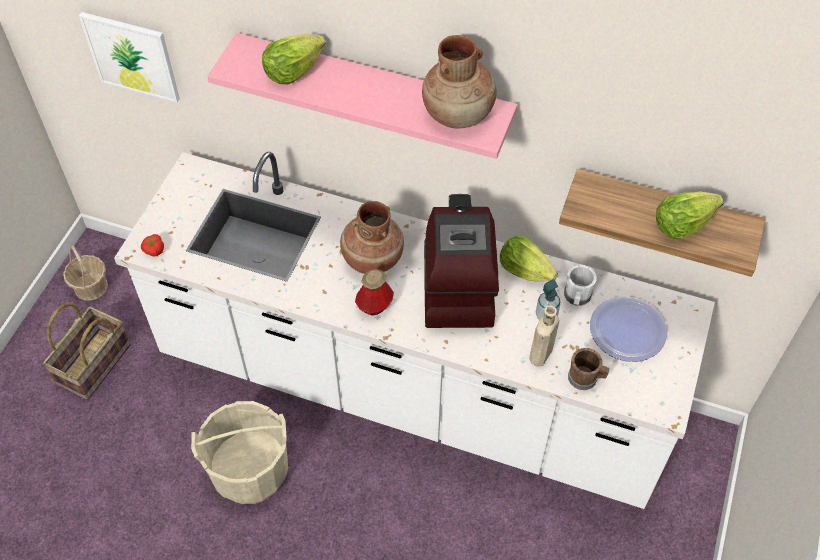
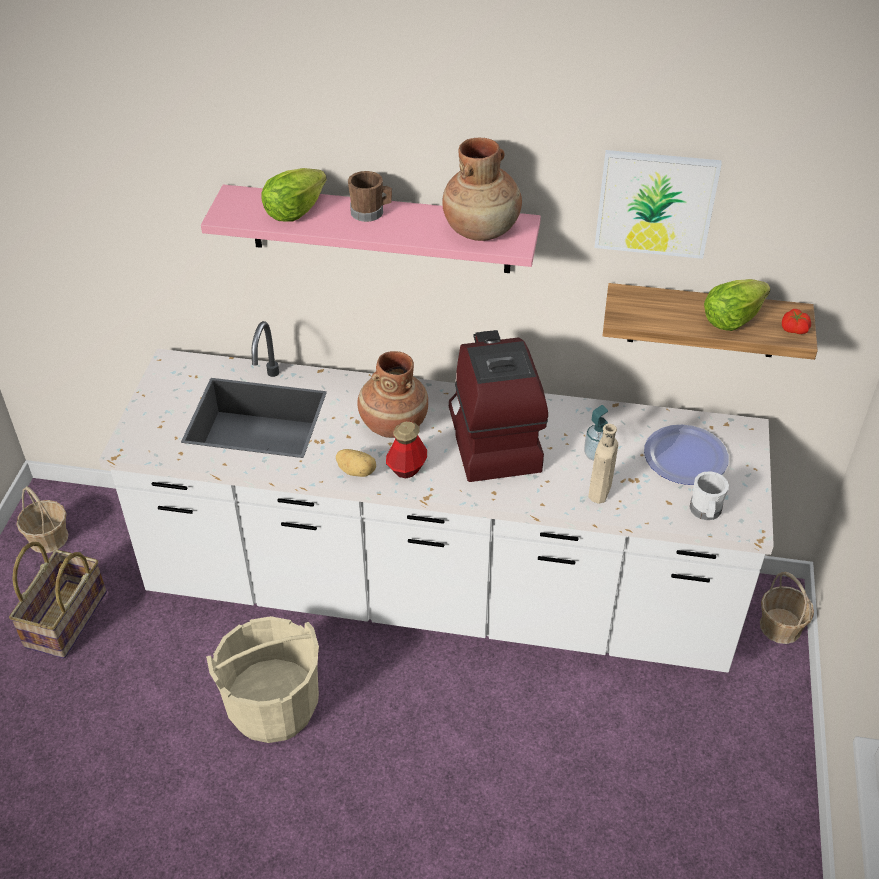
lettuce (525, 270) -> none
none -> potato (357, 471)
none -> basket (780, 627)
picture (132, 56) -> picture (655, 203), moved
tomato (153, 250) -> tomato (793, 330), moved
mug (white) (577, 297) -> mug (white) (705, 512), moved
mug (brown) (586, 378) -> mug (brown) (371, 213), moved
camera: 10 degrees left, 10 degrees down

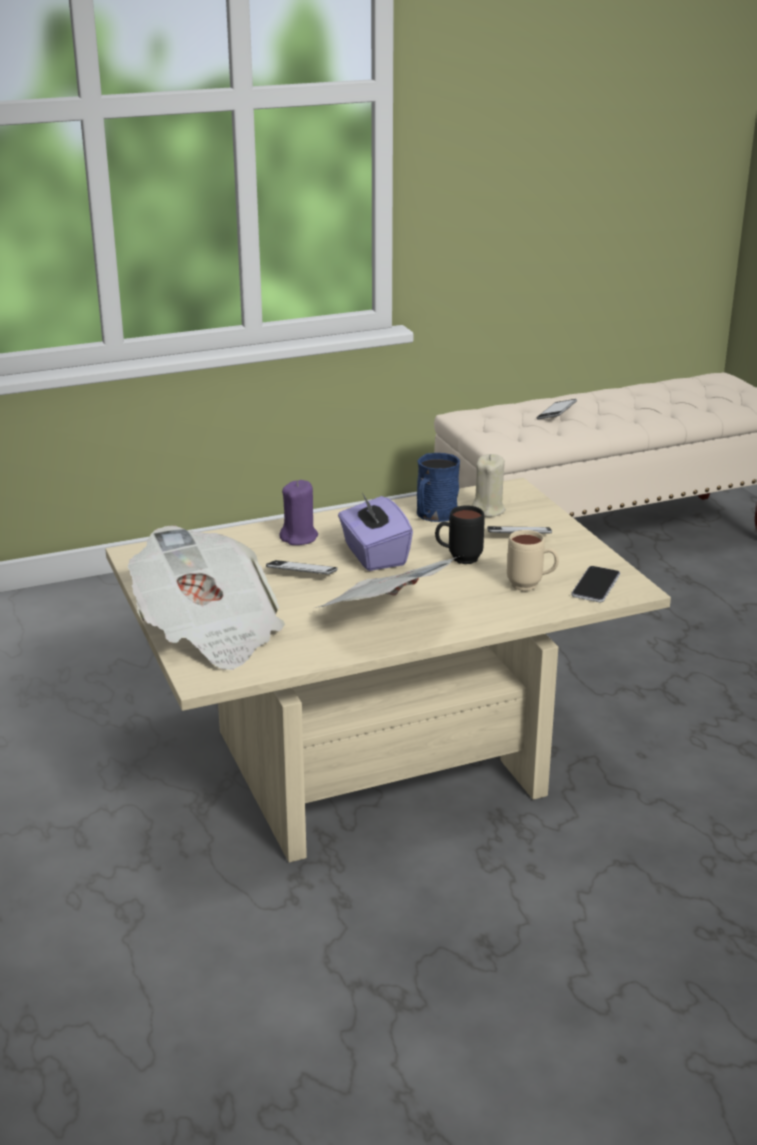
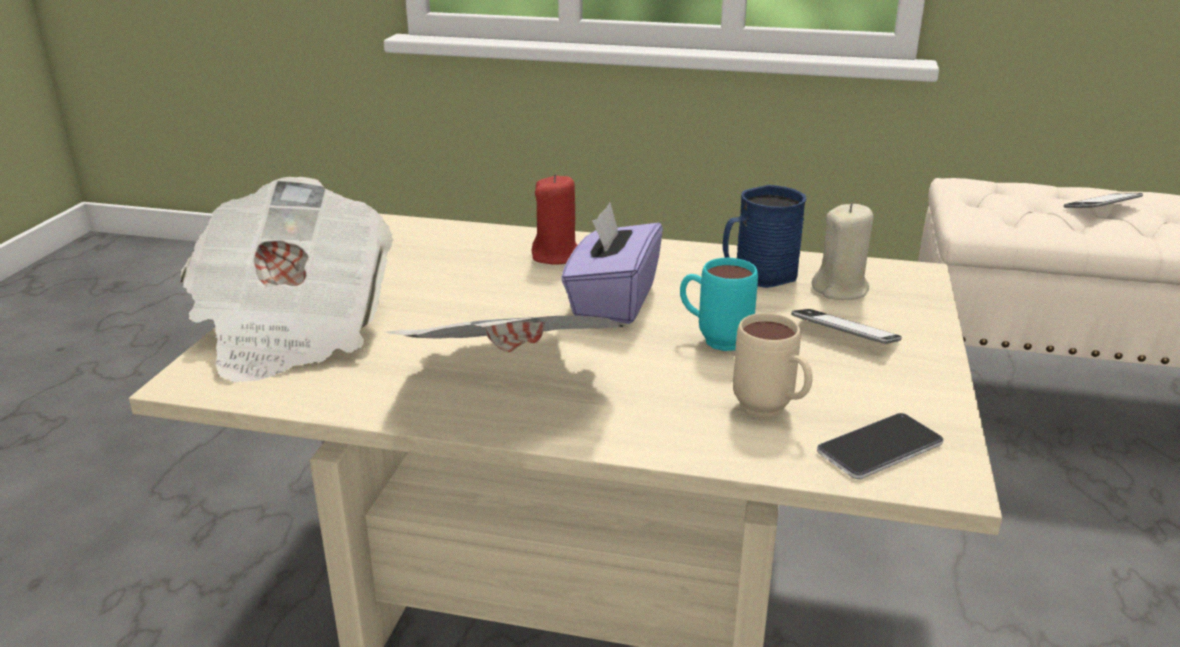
phone (302, 573) -> none
candle (purple) (299, 538) -> candle (red) (557, 256)
mug (black) (458, 559) -> mug (turquoise) (714, 340)
camera: 35 degrees right, 0 degrees up

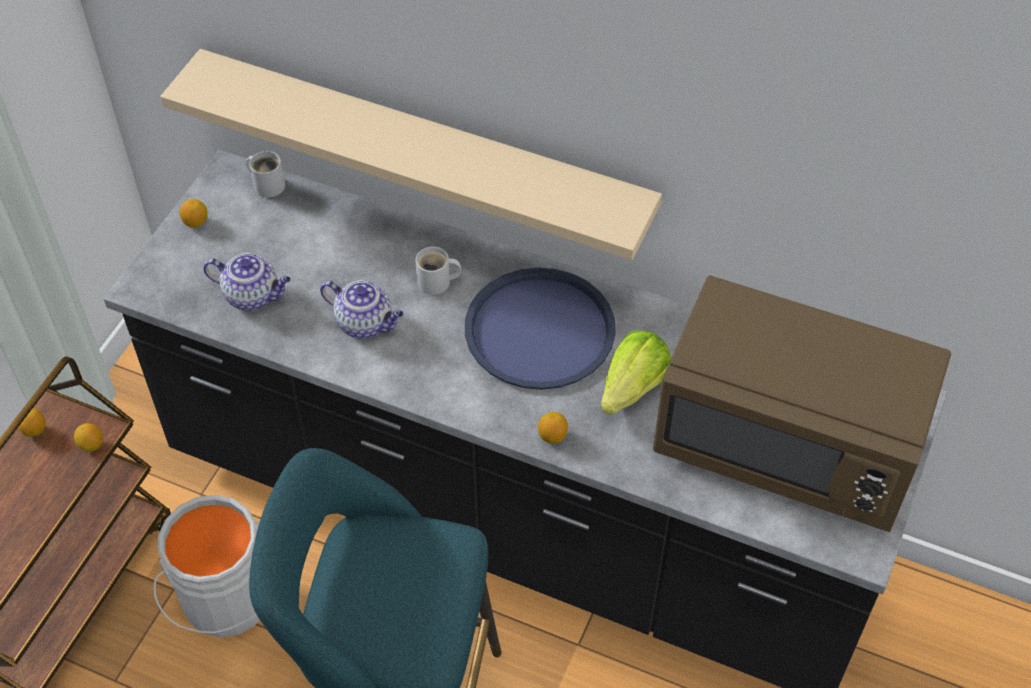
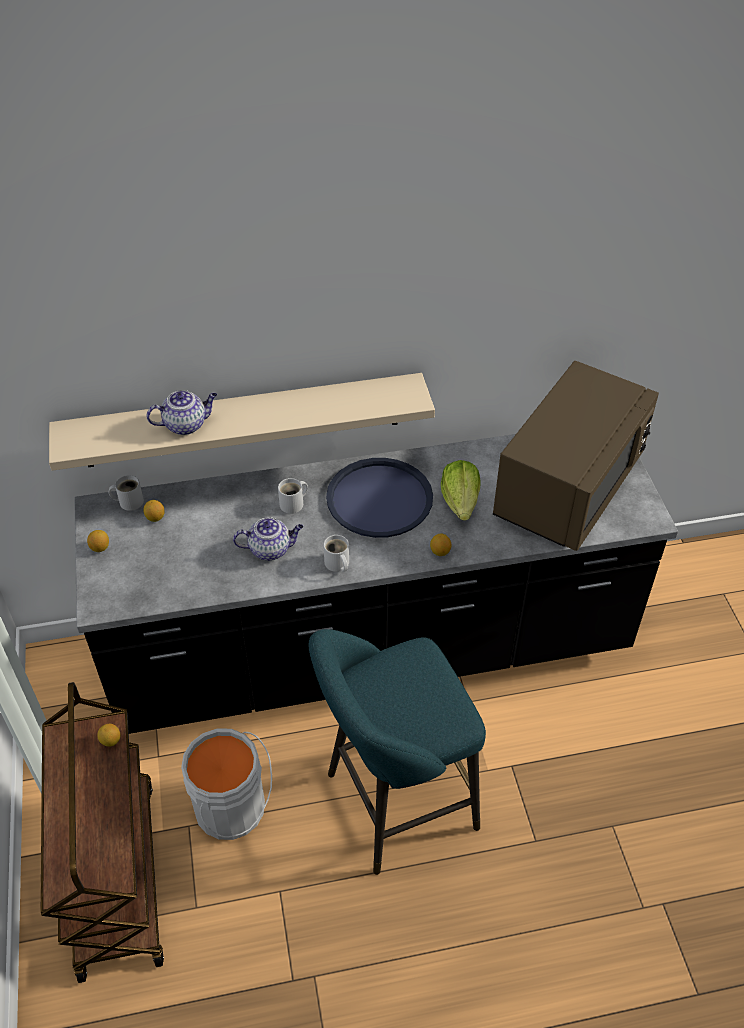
none -> mug (white) (337, 564)
lemon (34, 430) -> lemon (155, 517), moved
teapot (253, 295) -> teapot (186, 424), moved
microwave (brown) (788, 444) -> microwave (brown) (567, 487), 45 degrees counterclockwise
camera: 35 degrees left, 5 degrees down

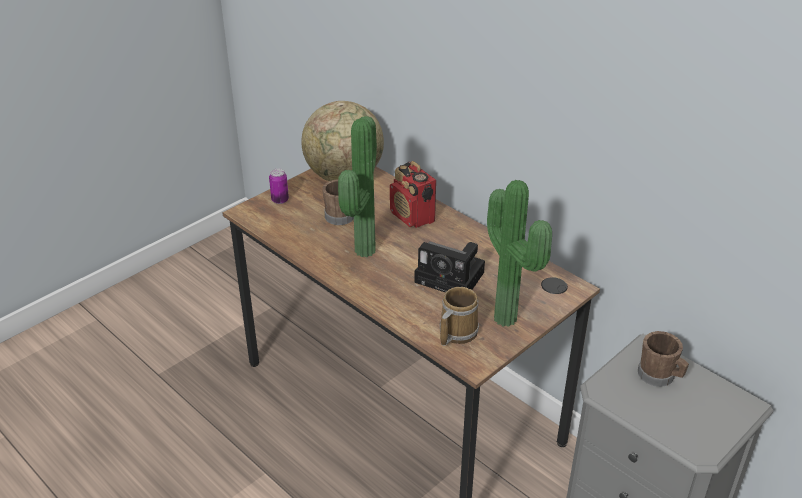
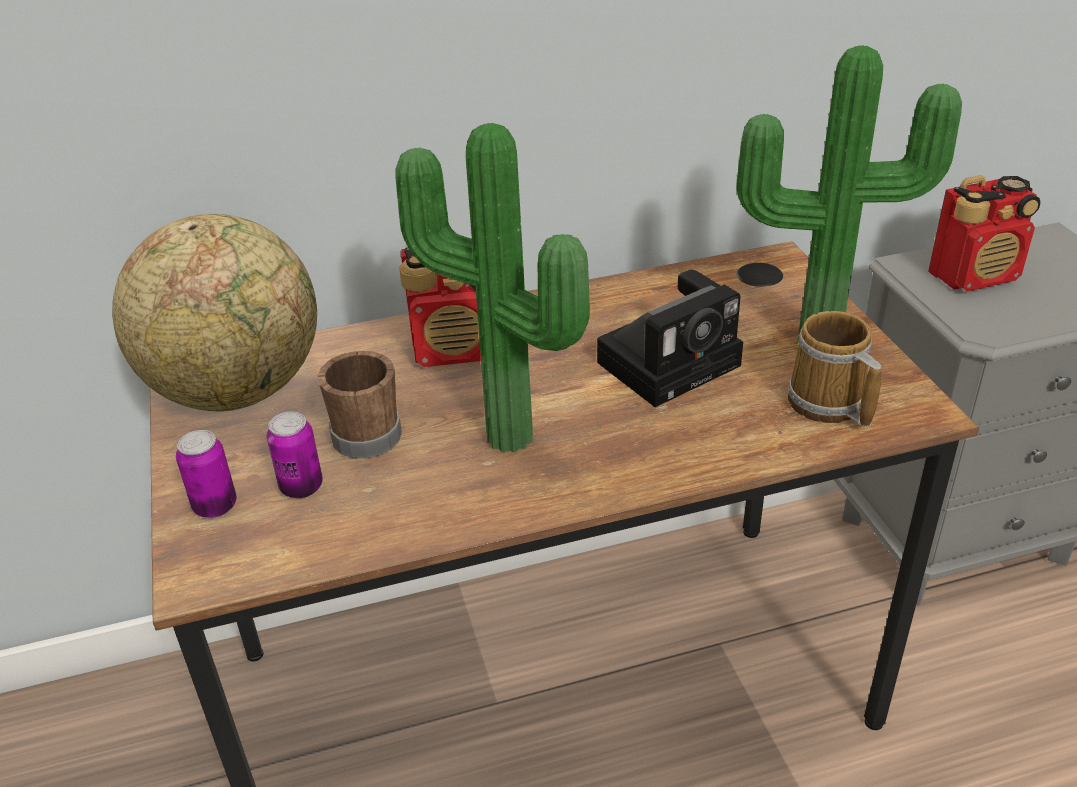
none -> can (301, 487)
mug (brown) (659, 376) -> radio (975, 276)
camera: 60 degrees left, 0 degrees up

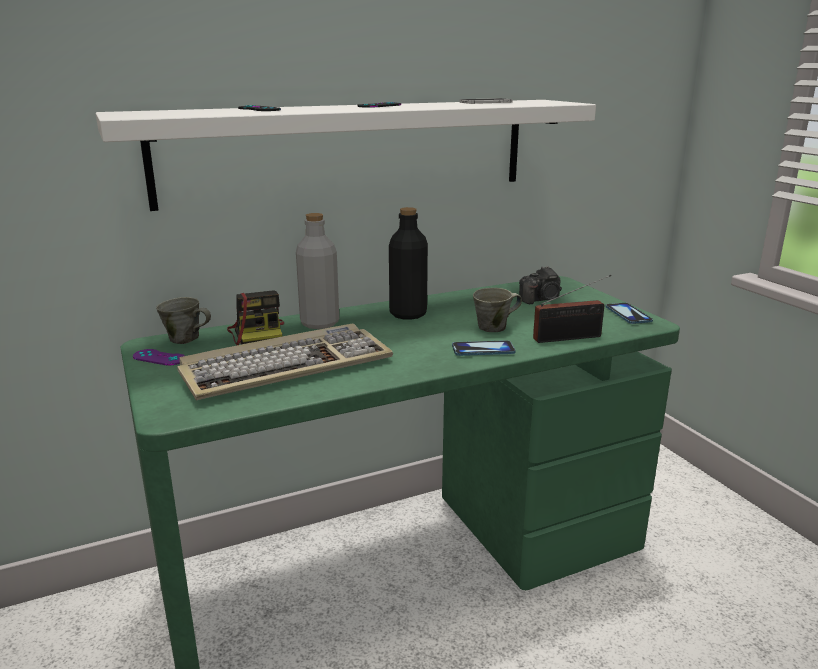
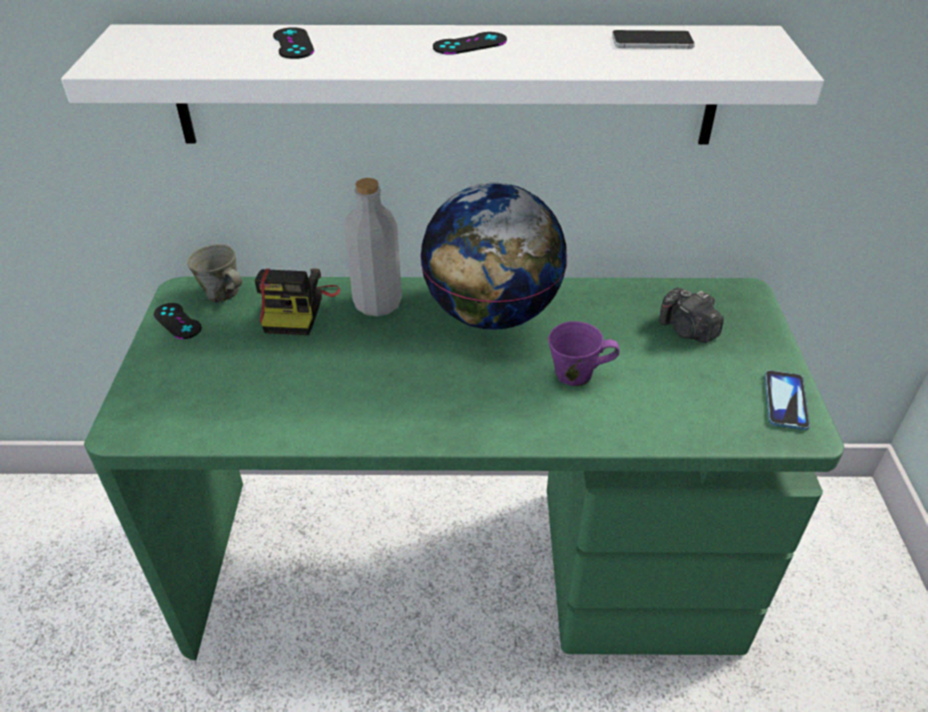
keyboard (287, 366) -> none
phone (483, 350) -> none
radio (571, 337) -> none
bottle (black) (408, 314) -> globe (491, 314)
game controller (purple) (159, 358) -> game controller (black) (177, 321)
mug (grey) (494, 327) -> mug (purple) (576, 374)
photo camera (541, 299) -> photo camera (687, 330), 45 degrees clockwise
camera: 25 degrees right, 20 degrees up

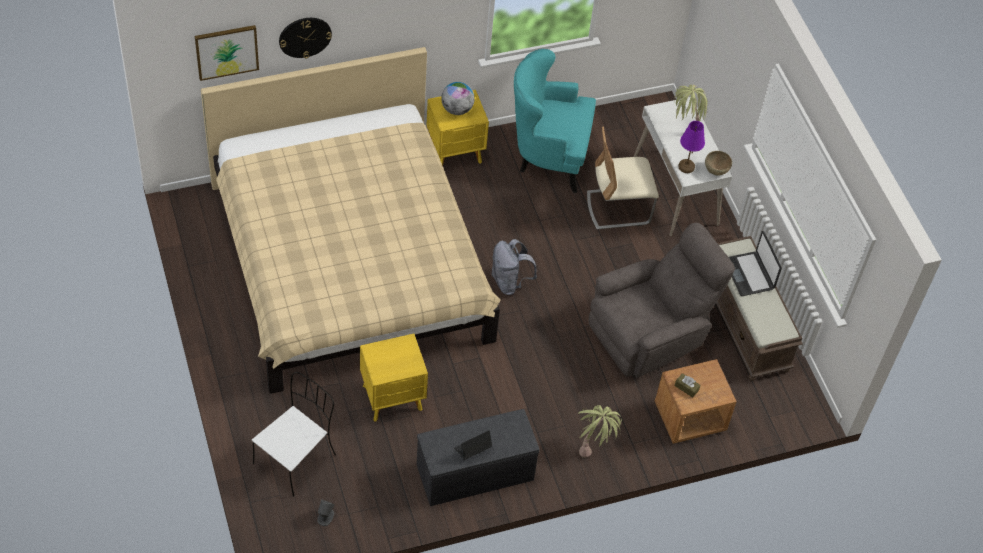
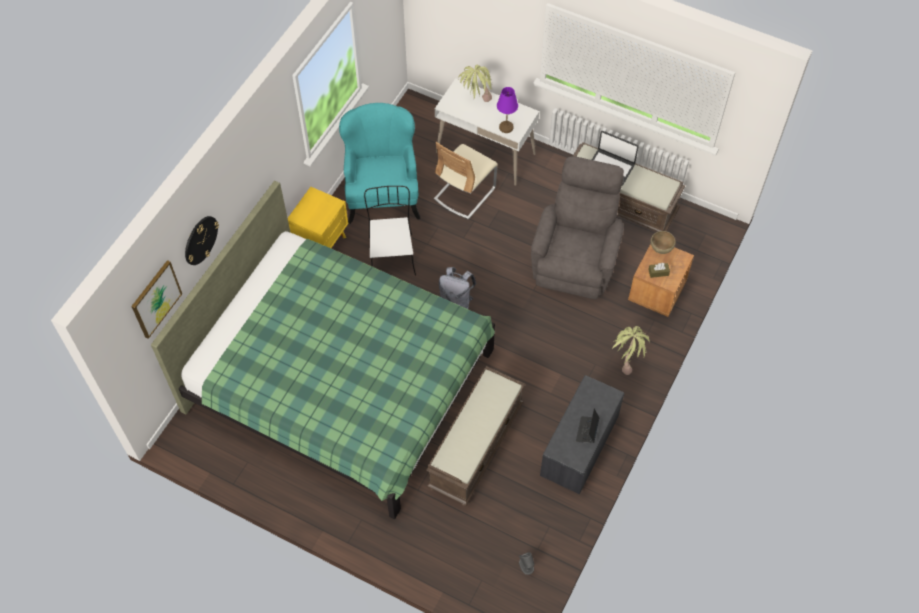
globe (457, 109) -> none
chair (white) (296, 458) -> chair (white) (391, 255), moved
bowl (brown) (716, 171) -> bowl (brown) (661, 248), moved
nightstand (yellow) (393, 398) -> bench (brown) (475, 446)
bed (beige) (349, 263) -> bed (green) (340, 381)
armchair (turquoise) (548, 156) -> armchair (turquoise) (382, 196), 120 degrees clockwise
camera: 40 degrees left, 5 degrees up

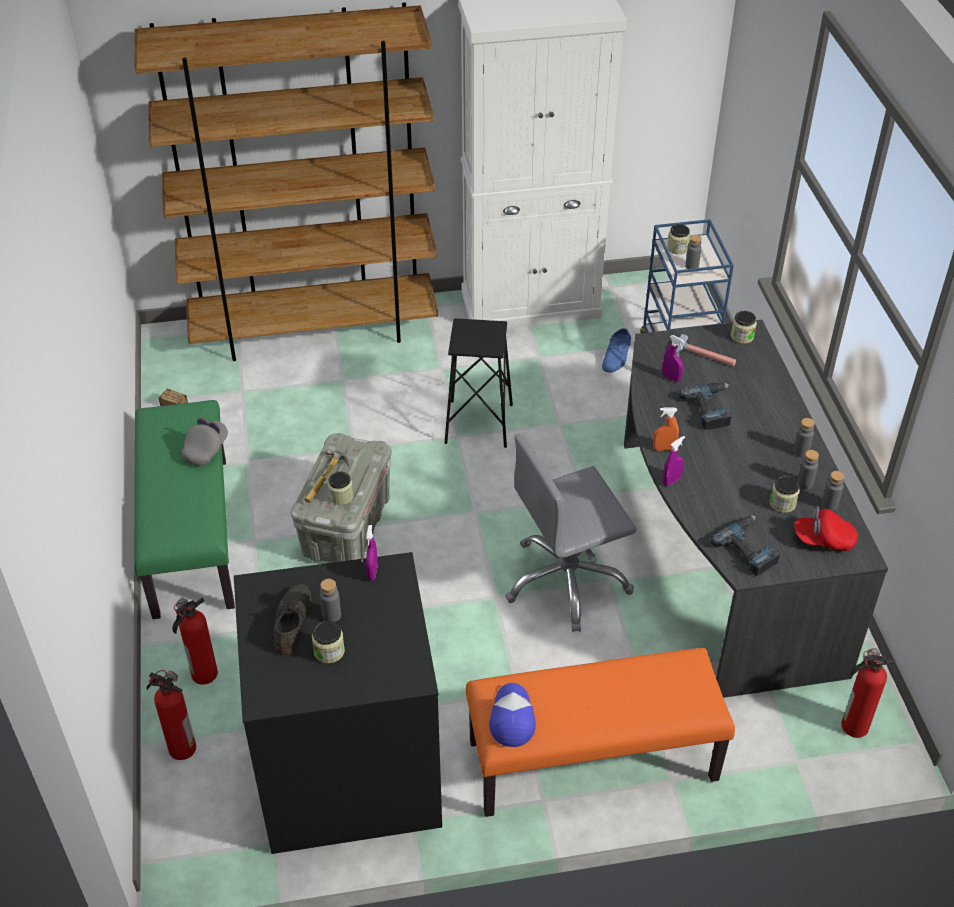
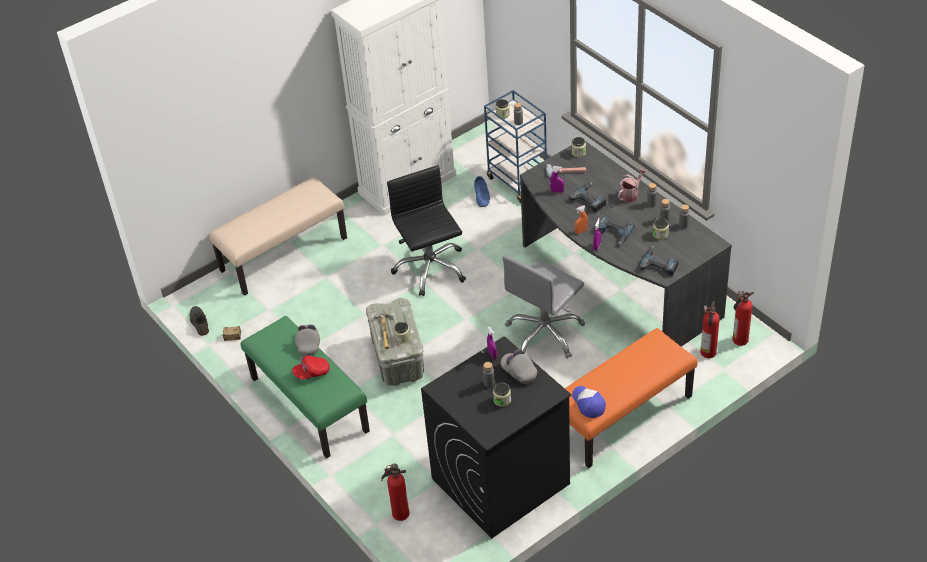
none -> cap (grey) (519, 372)
none -> power drill (613, 233)
none -> watering can (631, 194)
fire extinguisher (203, 675) -> fire extinguisher (708, 353), moved
shoe (grey) (292, 621) -> shoe (grey) (199, 322), moved
cap (red) (823, 540) -> cap (red) (311, 373), moved
bookcase (brown) (315, 329) -> bench (beige) (283, 254)
stool (black) (479, 424) -> office chair (black) (430, 268)
camera: 25 degrees left, 0 degrees up

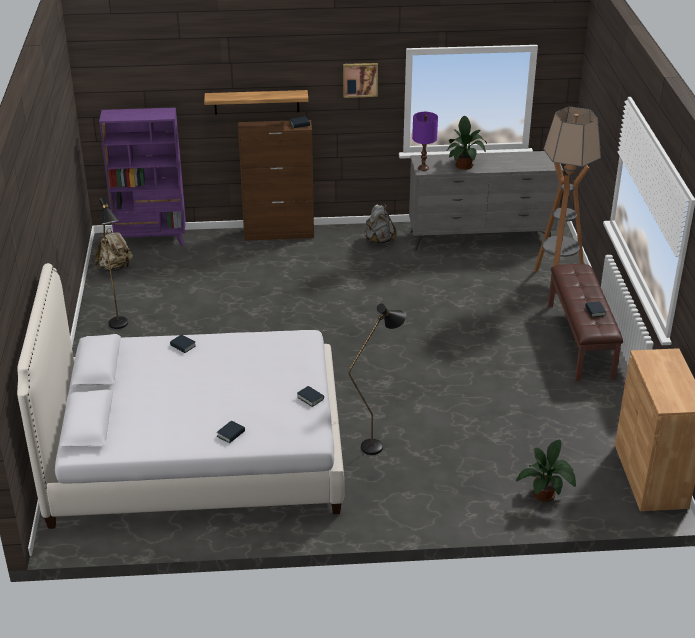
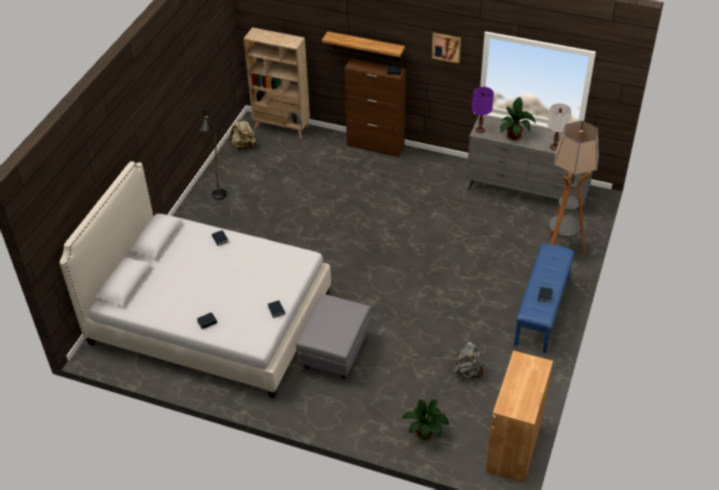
none -> table lamp (white) (554, 147)
backpack (grey) (378, 241) -> backpack (grey) (467, 371), moved
floor lamp (black) (378, 444) -> ottoman (grey) (334, 351)
bookcase (purple) (151, 240) -> bookcase (beige) (282, 127)
bench (brown) (581, 340) -> bench (blue) (542, 310)
camera: 25 degrees right, 10 degrees up

